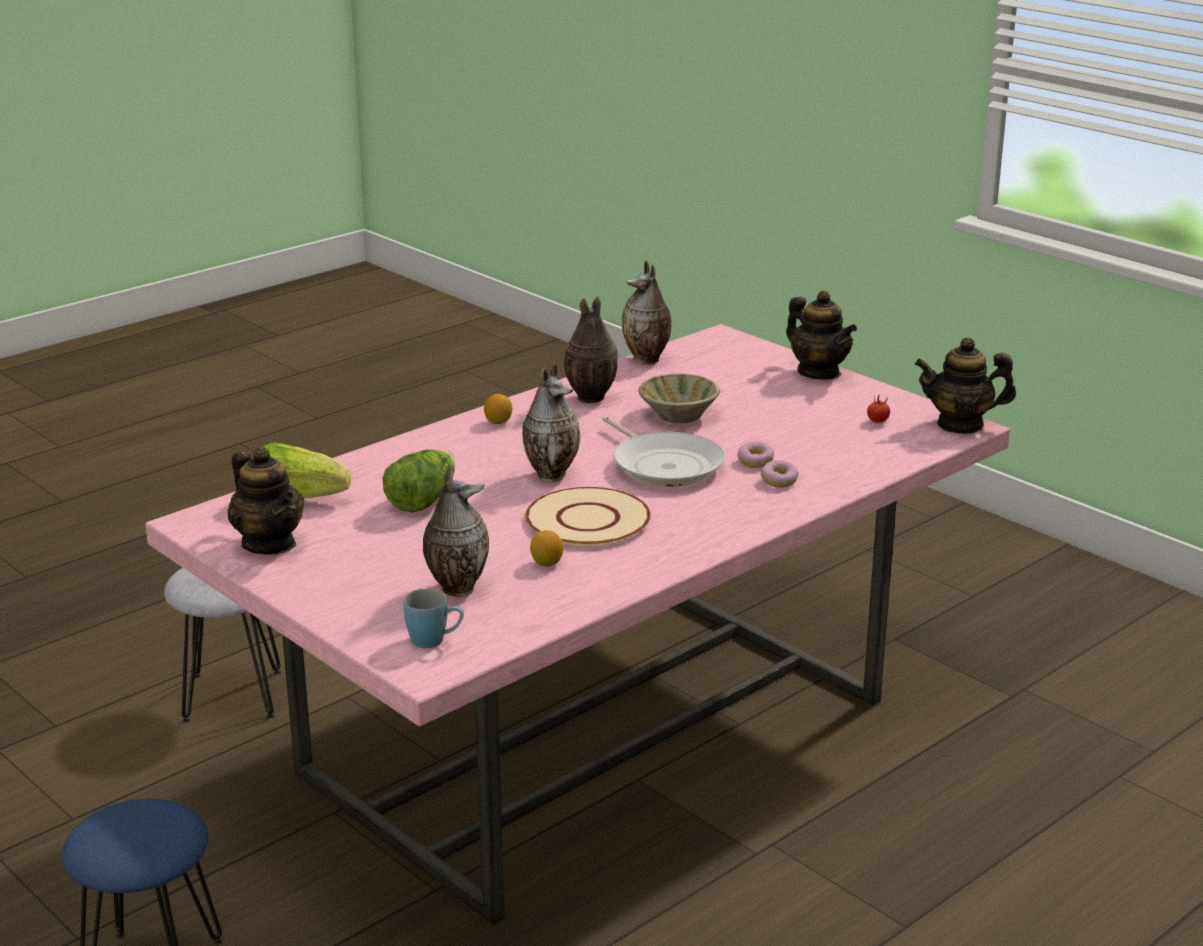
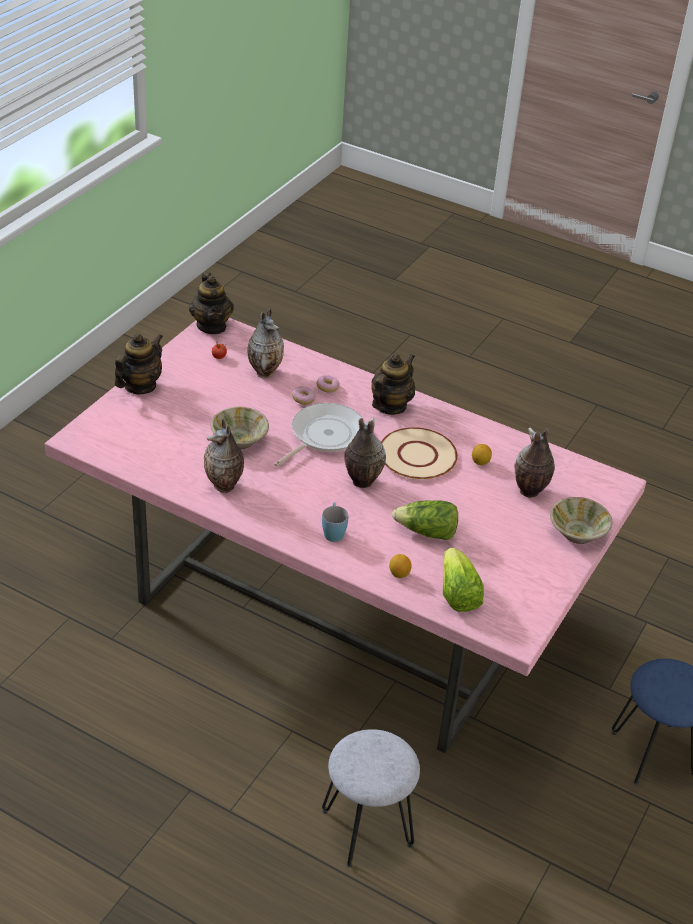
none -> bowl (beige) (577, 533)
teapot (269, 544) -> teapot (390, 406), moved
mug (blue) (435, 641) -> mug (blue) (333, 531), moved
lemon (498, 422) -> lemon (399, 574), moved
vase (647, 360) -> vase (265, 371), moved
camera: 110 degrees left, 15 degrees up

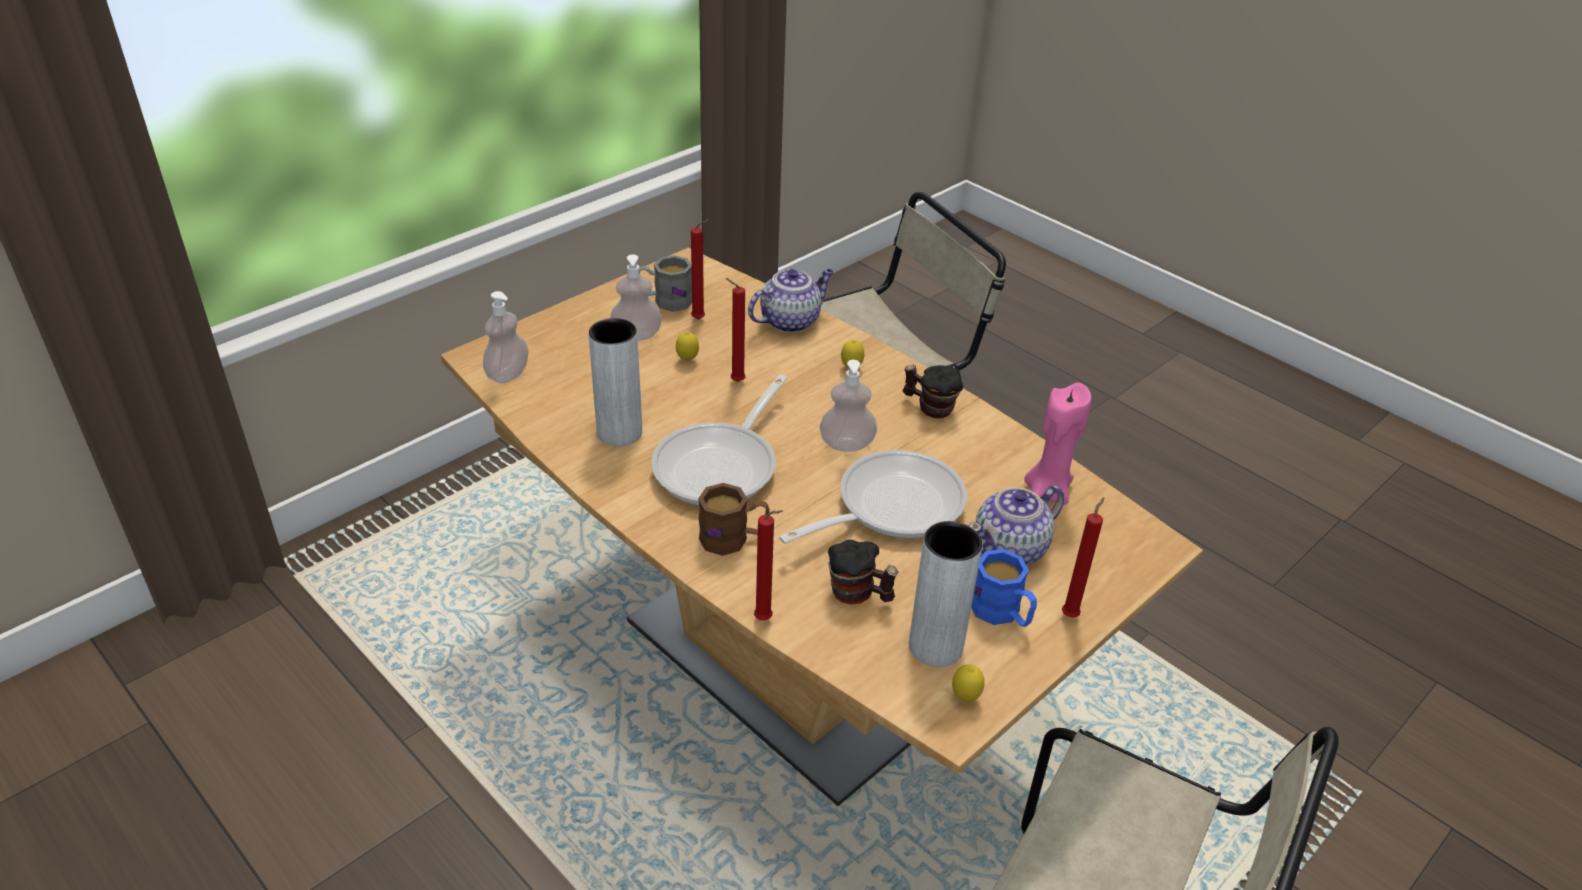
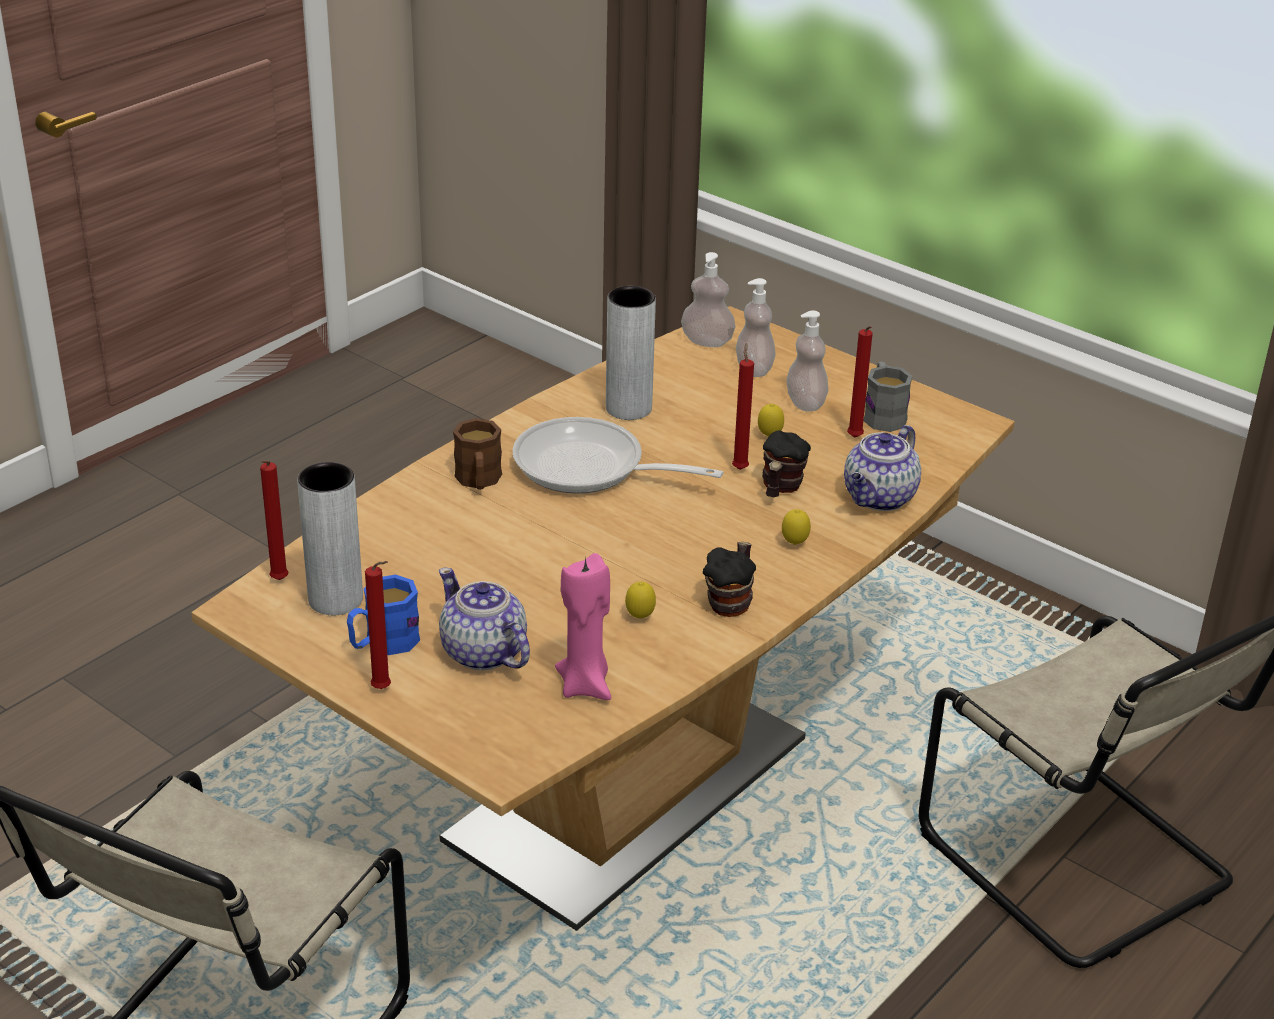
frying pan (890, 507) -> none
candle (red) (766, 620) -> candle (red) (278, 581), moved
soap dispenser (847, 444) -> soap dispenser (754, 369), moved
mug (858, 595) -> mug (780, 489), moved
lemon (965, 698) -> lemon (640, 617), moved
teapot (790, 321) -> teapot (879, 498), 75 degrees clockwise
camera: 85 degrees right, 5 degrees down

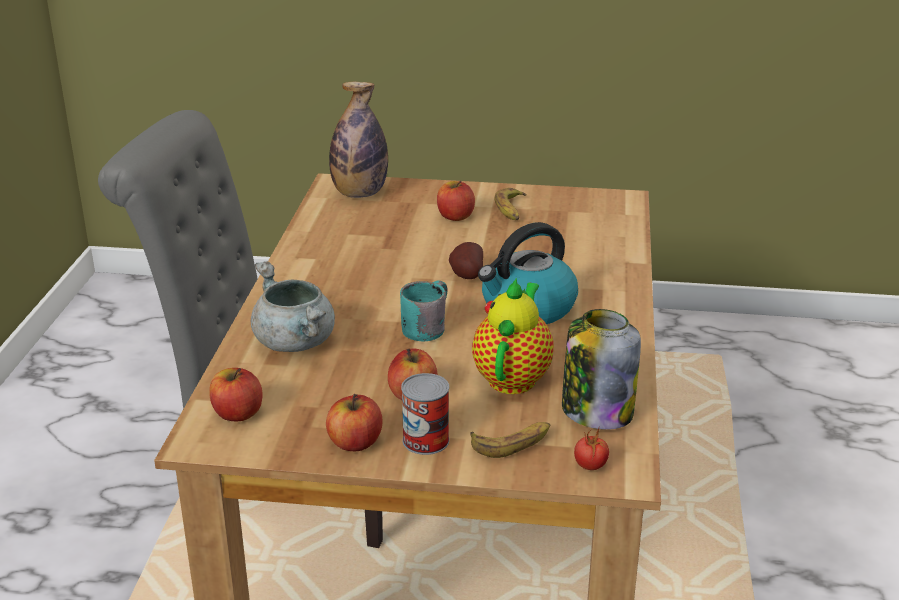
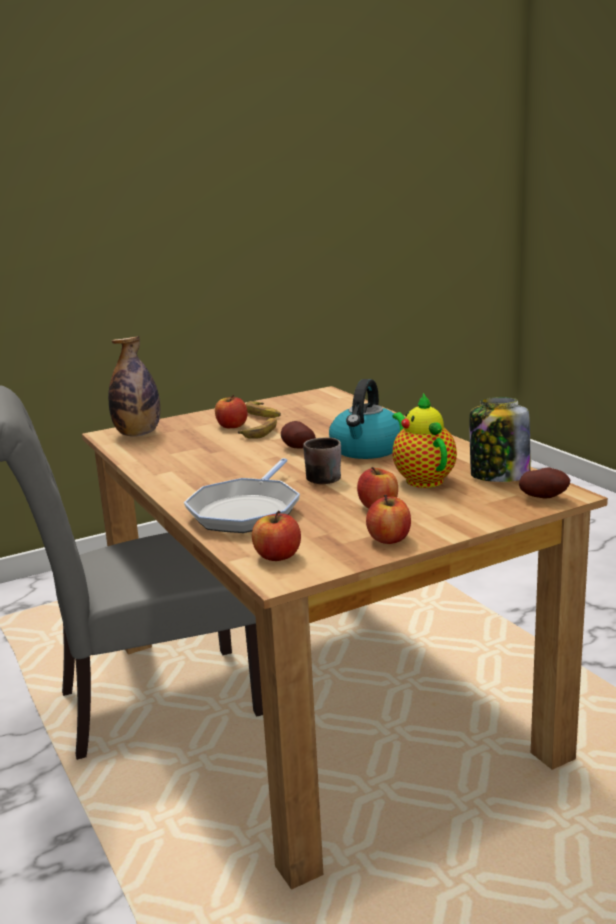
can (425, 440) -> none
banana (512, 443) -> banana (261, 432), moved
cooking pot (grey) (296, 343) -> frying pan (246, 511)
tomato (590, 466) -> potato (544, 497)
mug (turquoise) (424, 326) -> mug (brown) (319, 477)
camera: 35 degrees left, 10 degrees down

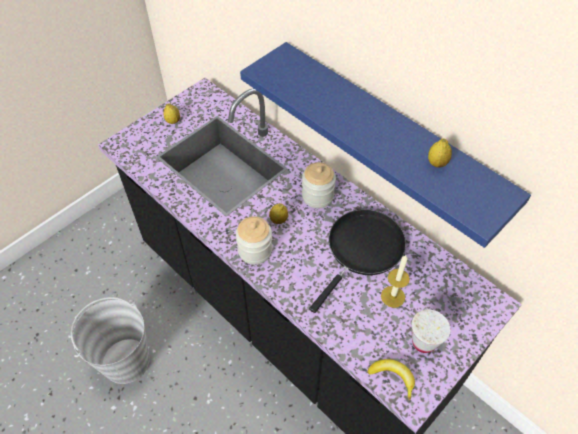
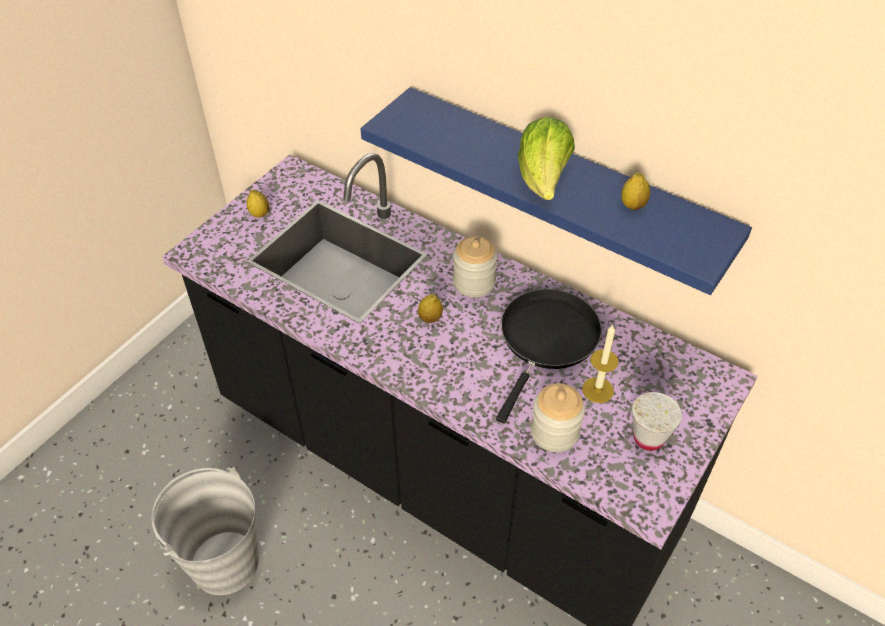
banana (393, 377) -> none
none -> lettuce (543, 180)
jar (255, 250) -> jar (554, 432), moved
camera: 10 degrees left, 5 degrees down

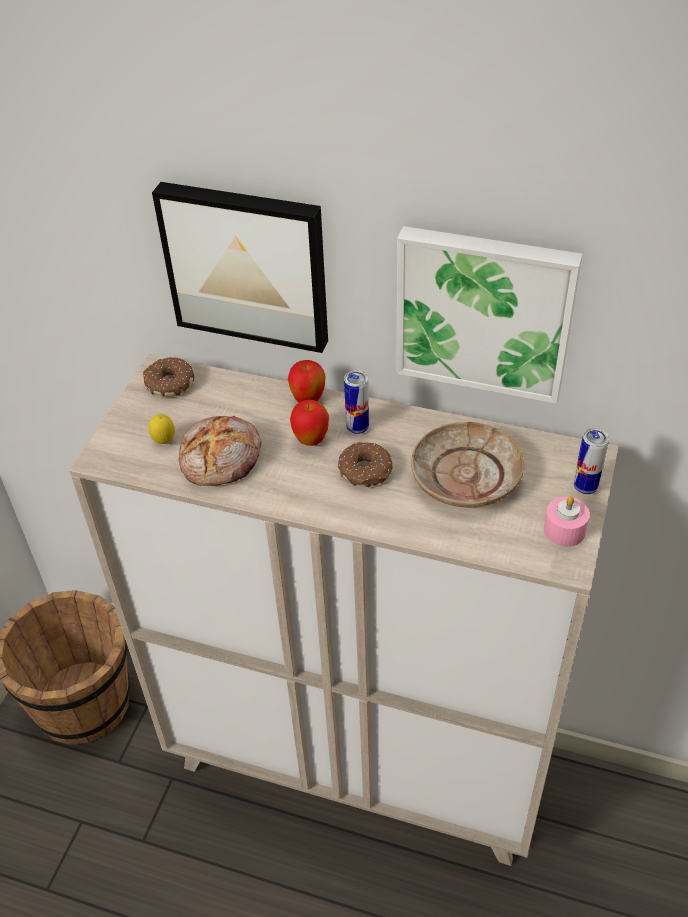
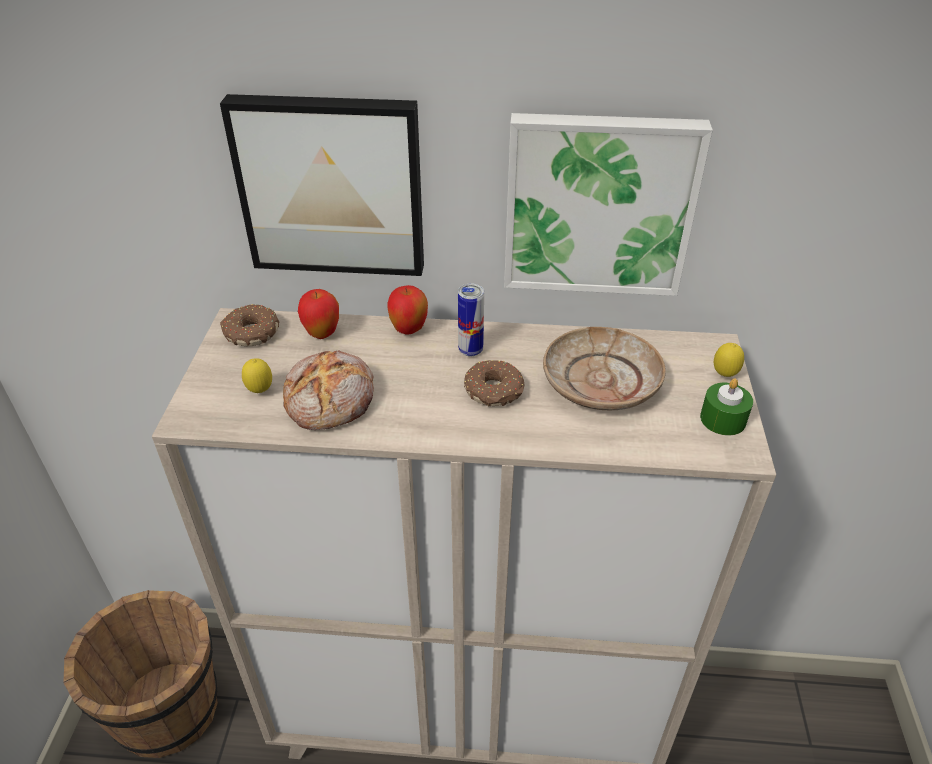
apple (311, 440) -> apple (322, 334), moved
can (585, 487) -> lemon (724, 375)
candle (pink) (564, 530) -> candle (green) (723, 419)
camera: 15 degrees left, 5 degrees down

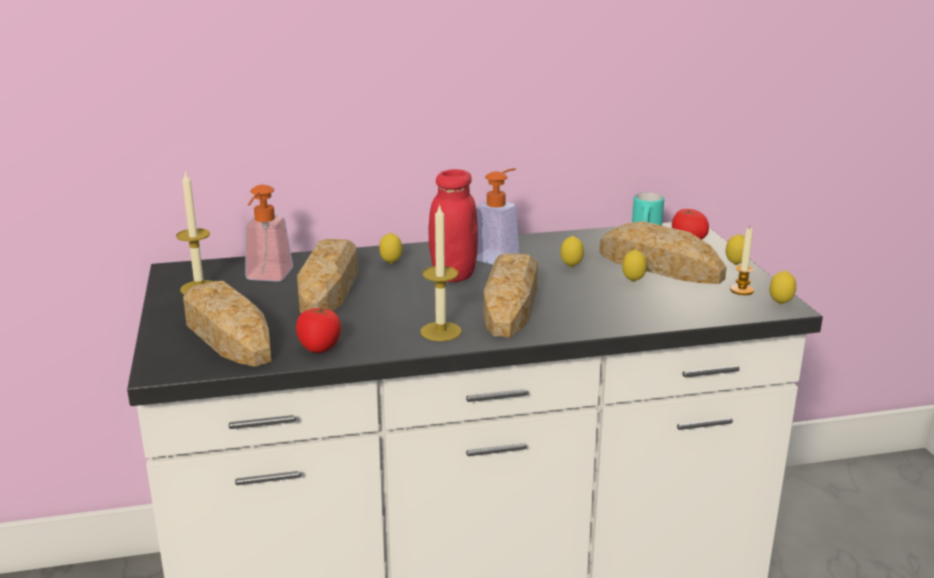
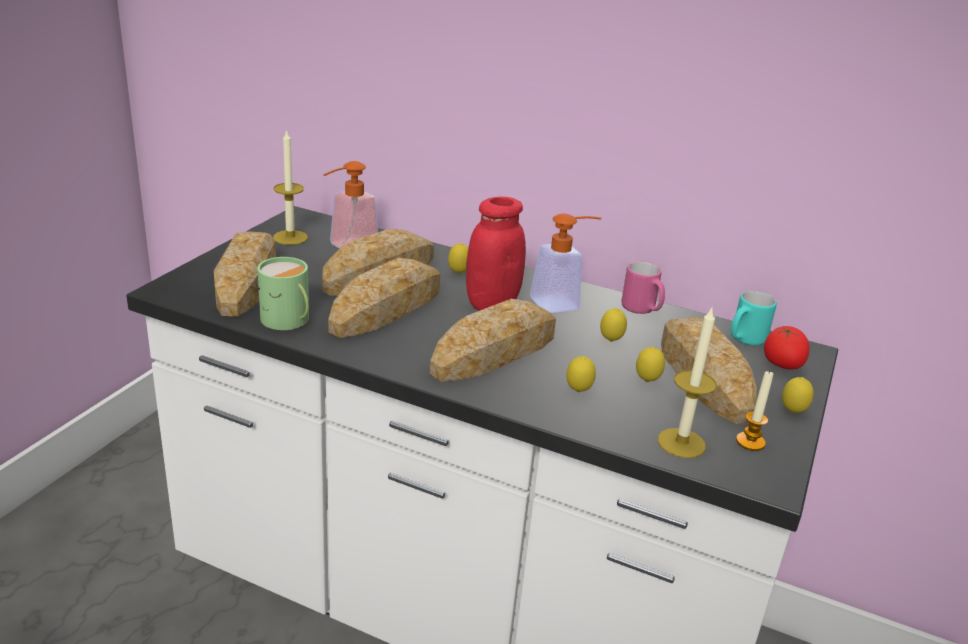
none -> bread (386, 308)
none -> mug (pink) (642, 310)
candle (441, 331) -> candle (681, 443), moved
lemon (780, 304) -> lemon (578, 391), moved
tomato (319, 347) -> mug (green) (288, 320)
camera: 35 degrees right, 5 degrees up

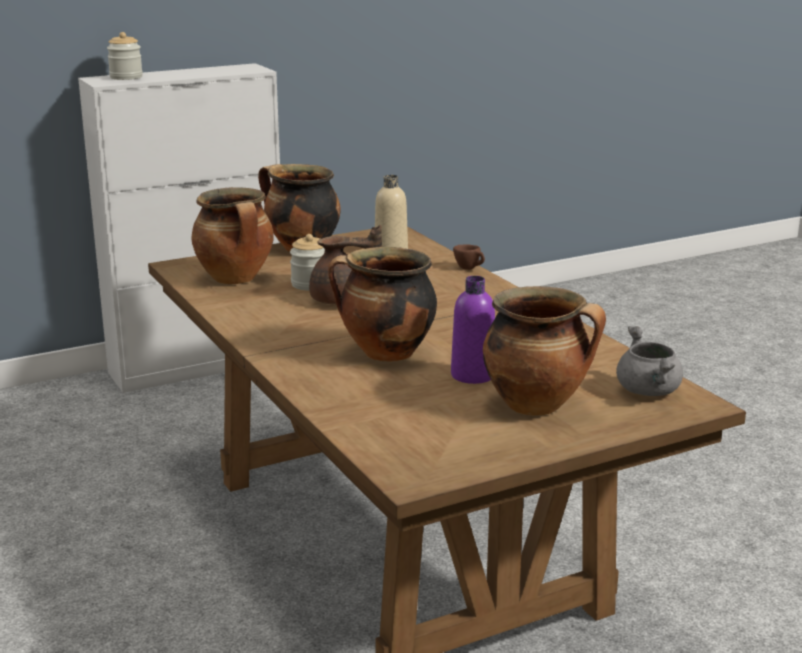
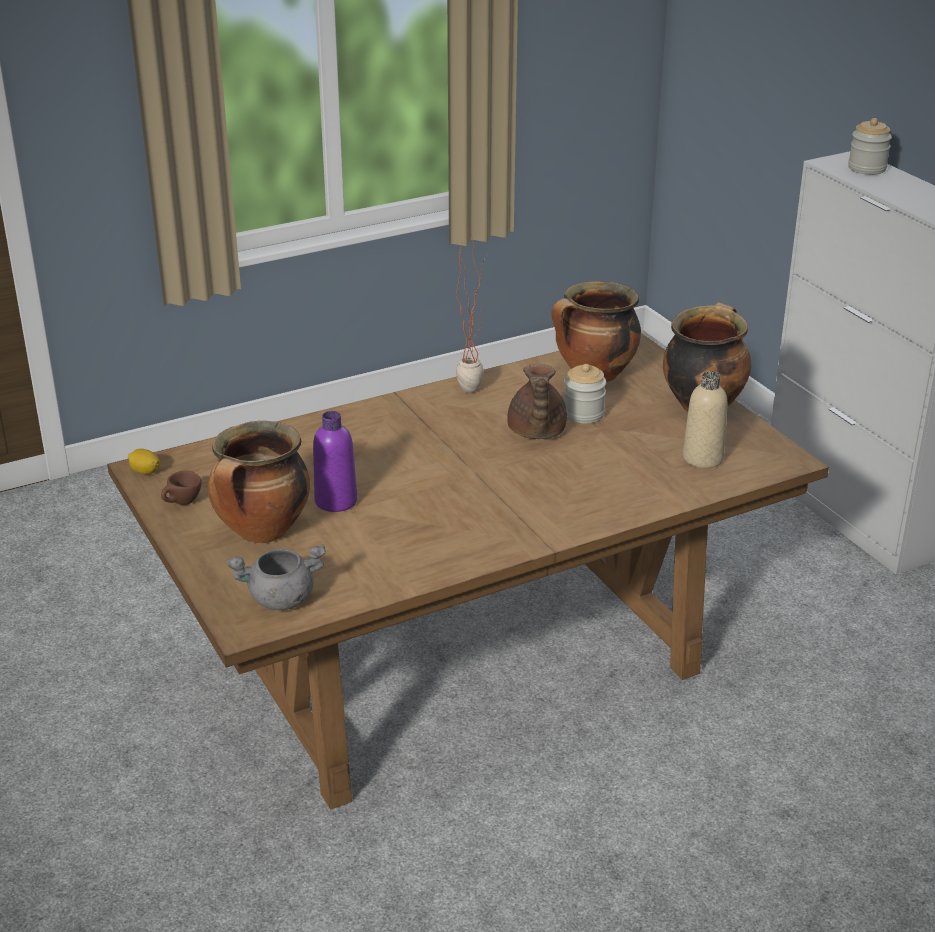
cooking pot (385, 354) -> none
none -> lemon (145, 472)
none -> potted plant (471, 386)
cup (brown) (470, 269) -> cup (brown) (182, 504), moved
camera: 90 degrees right, 10 degrees up

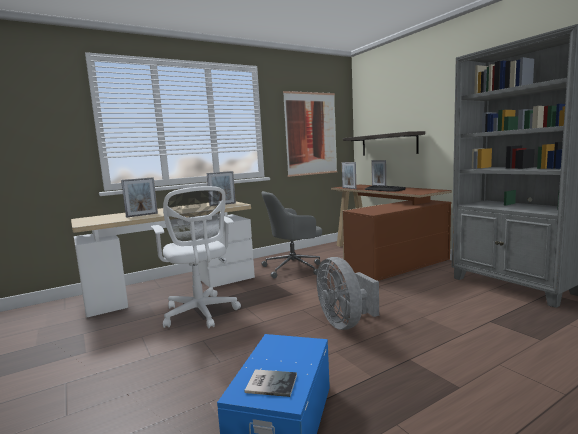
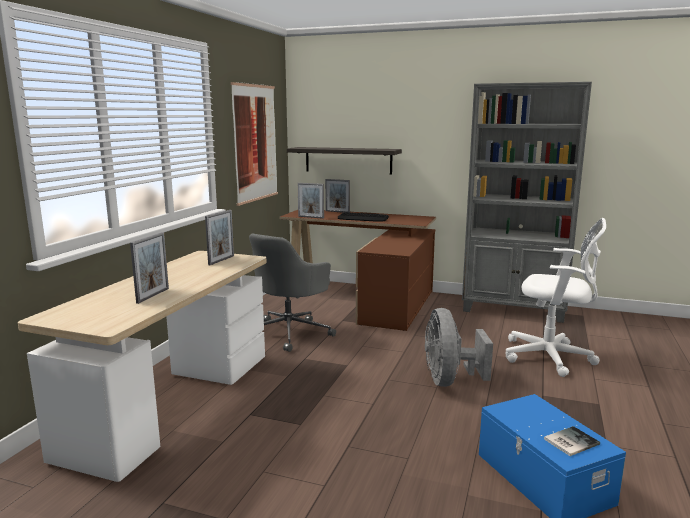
office chair (white) (201, 314) -> office chair (white) (552, 357), moved
fan (grey) (345, 323) -> fan (grey) (449, 380), 60 degrees clockwise
camera: 40 degrees left, 5 degrees up

